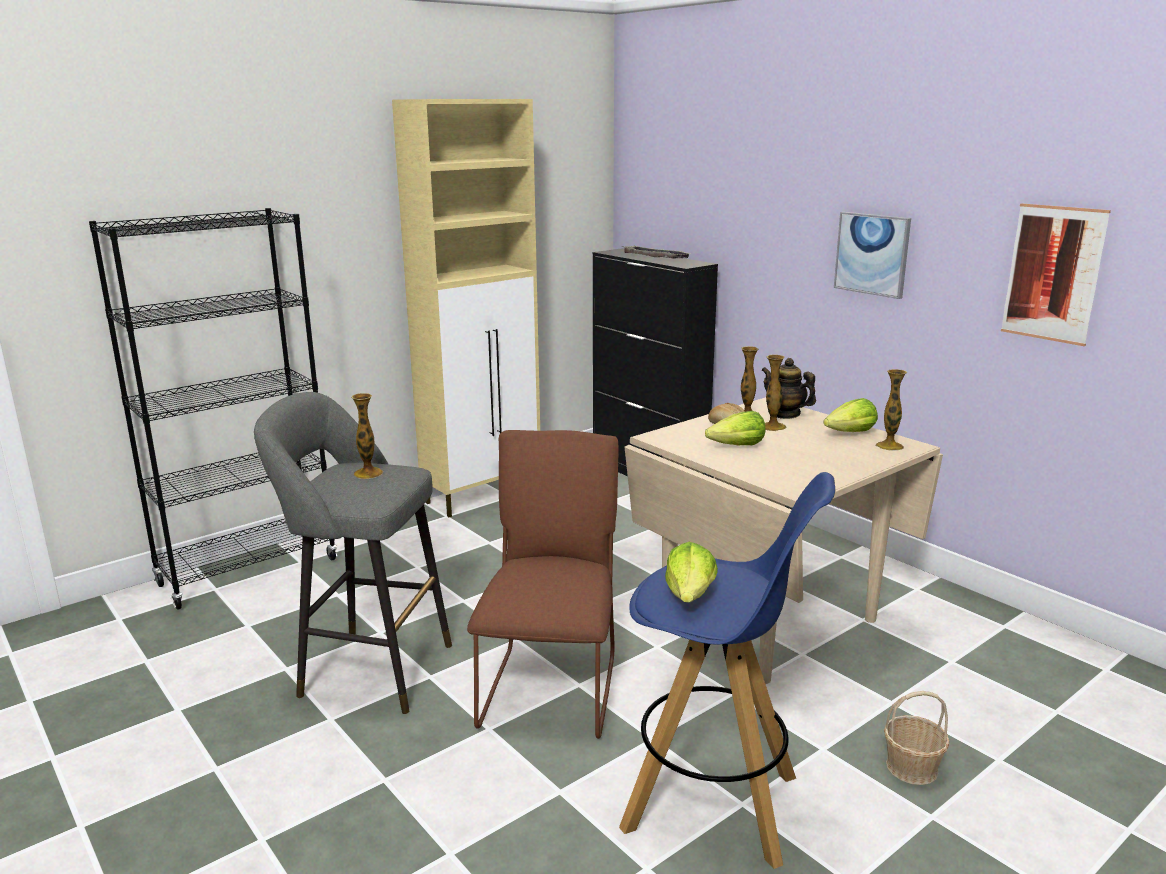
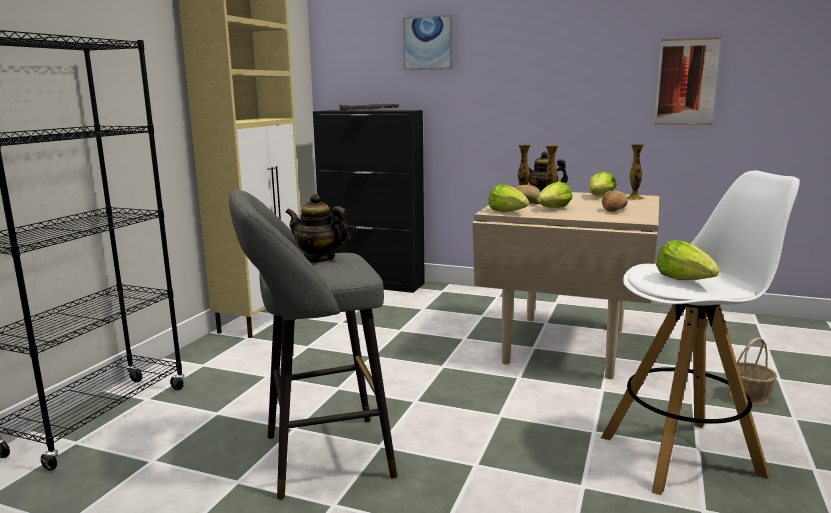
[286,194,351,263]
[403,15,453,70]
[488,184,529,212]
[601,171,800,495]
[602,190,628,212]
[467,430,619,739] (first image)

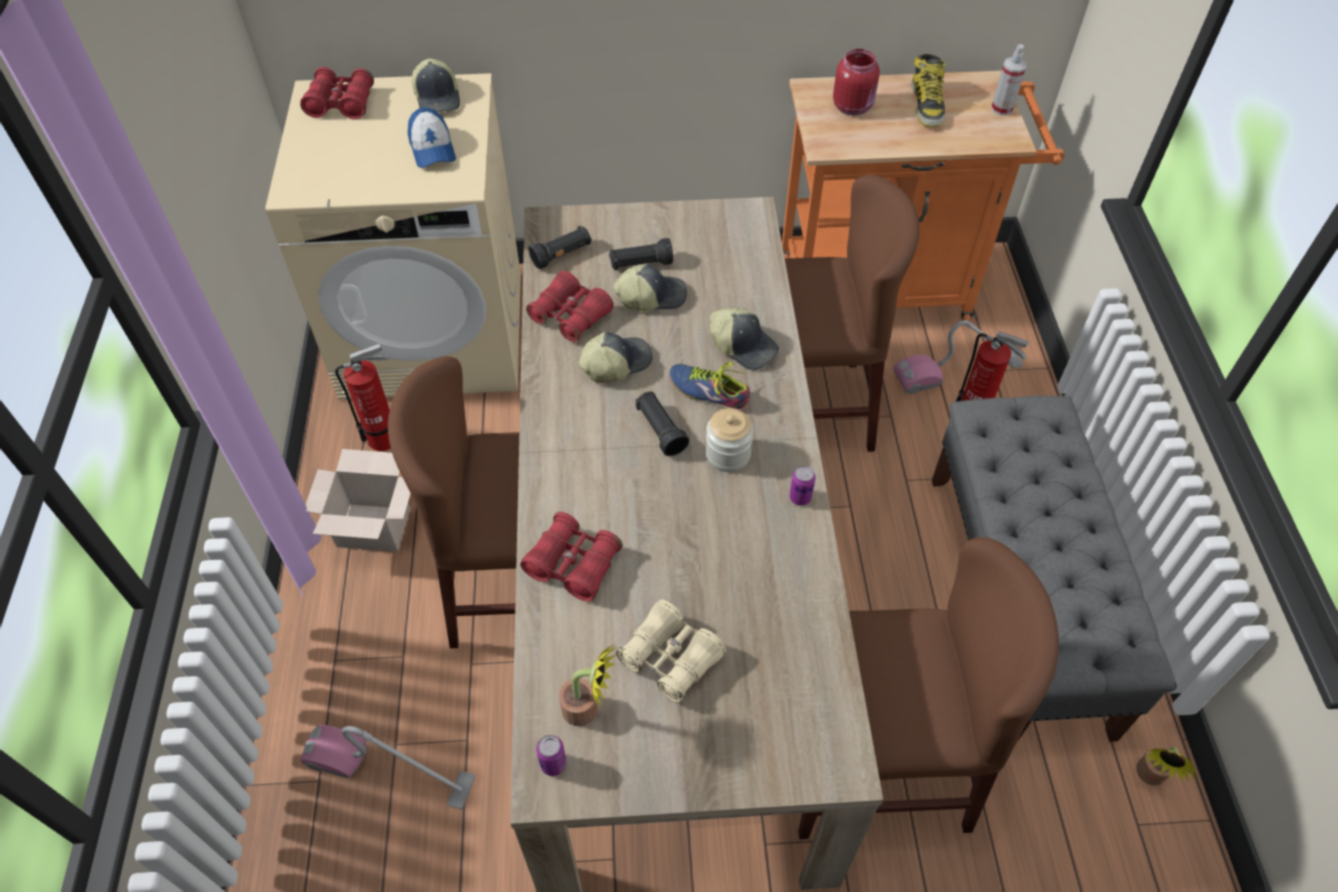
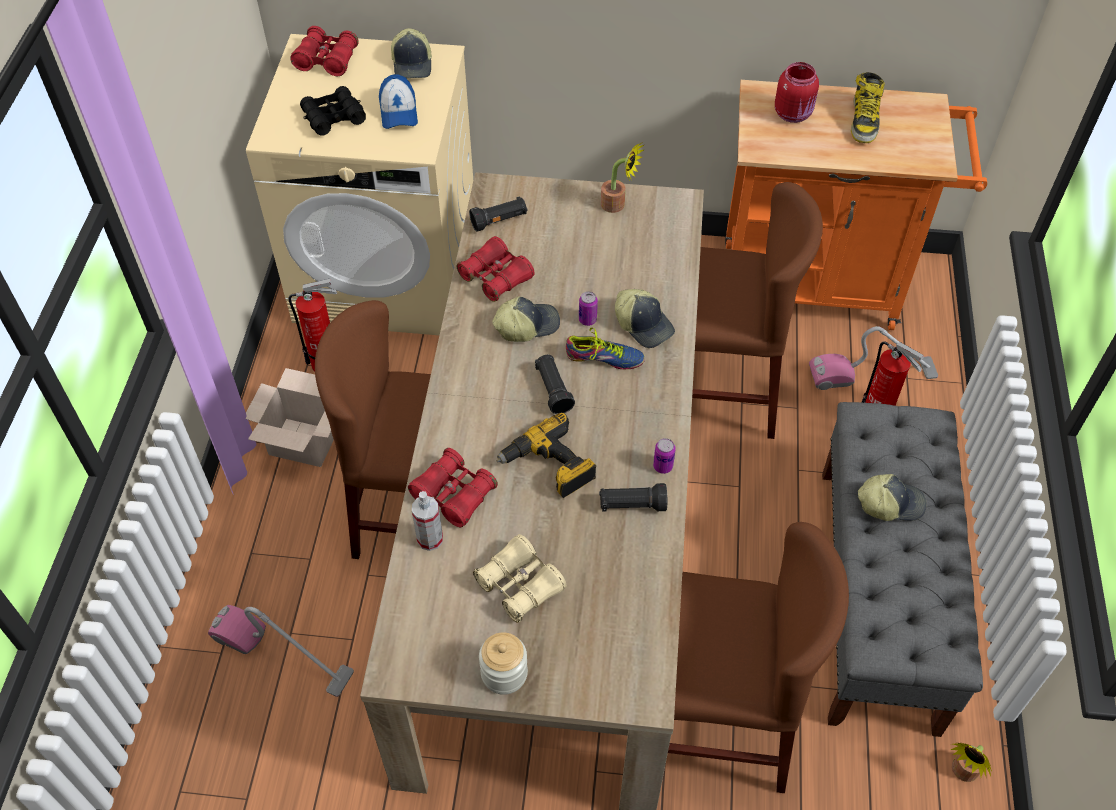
[300,86,366,136]
[412,491,443,551]
[479,632,528,695]
[497,413,596,498]
[566,328,645,369]
[579,291,598,326]
[599,483,667,512]
[601,142,644,213]
[858,474,927,521]

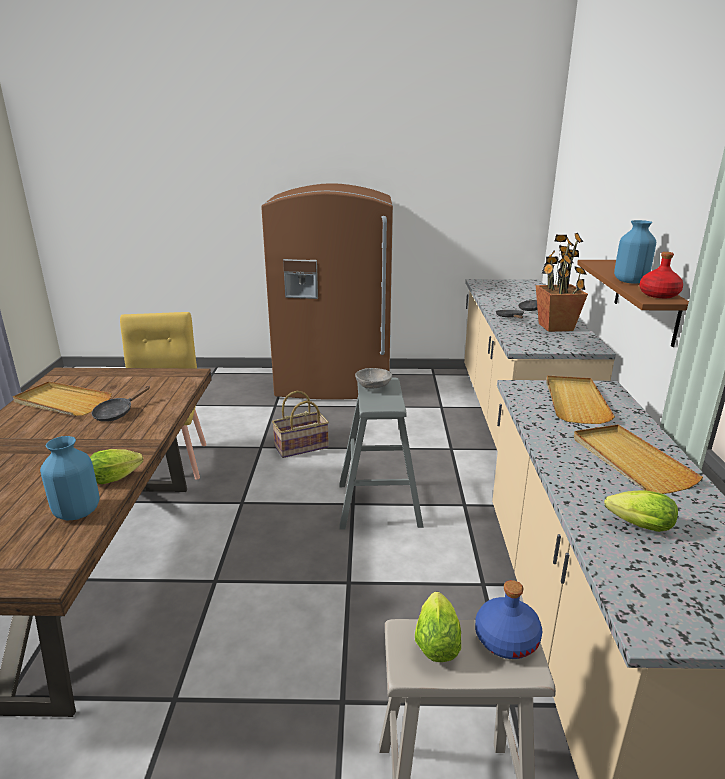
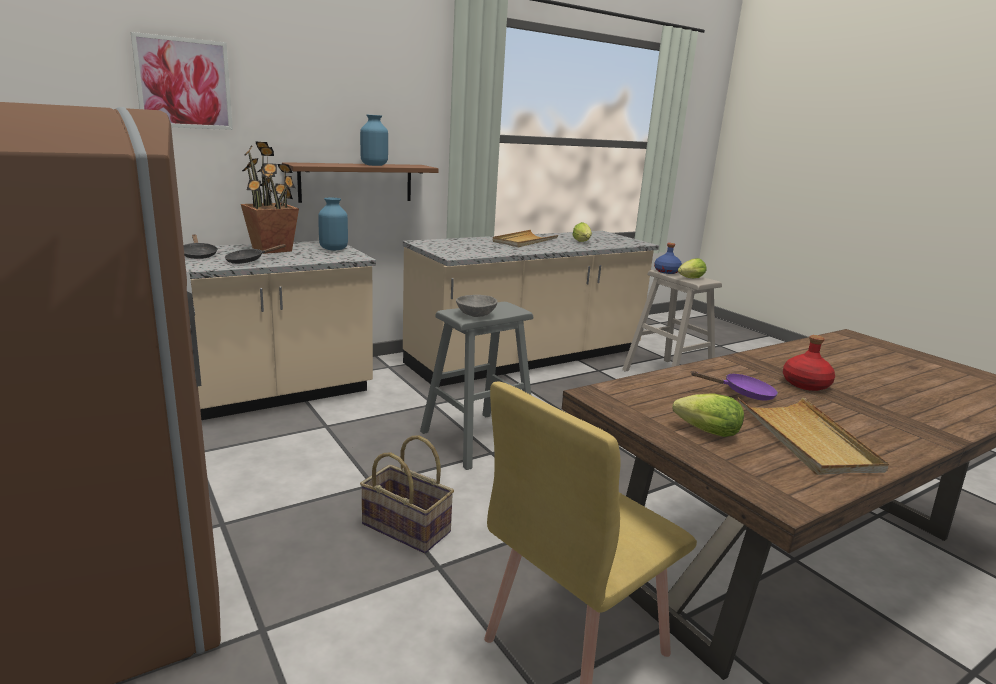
[131,32,233,130]
[318,198,348,250]
[673,393,744,437]
[691,371,778,401]
[783,335,835,391]
[546,376,615,424] (first image)

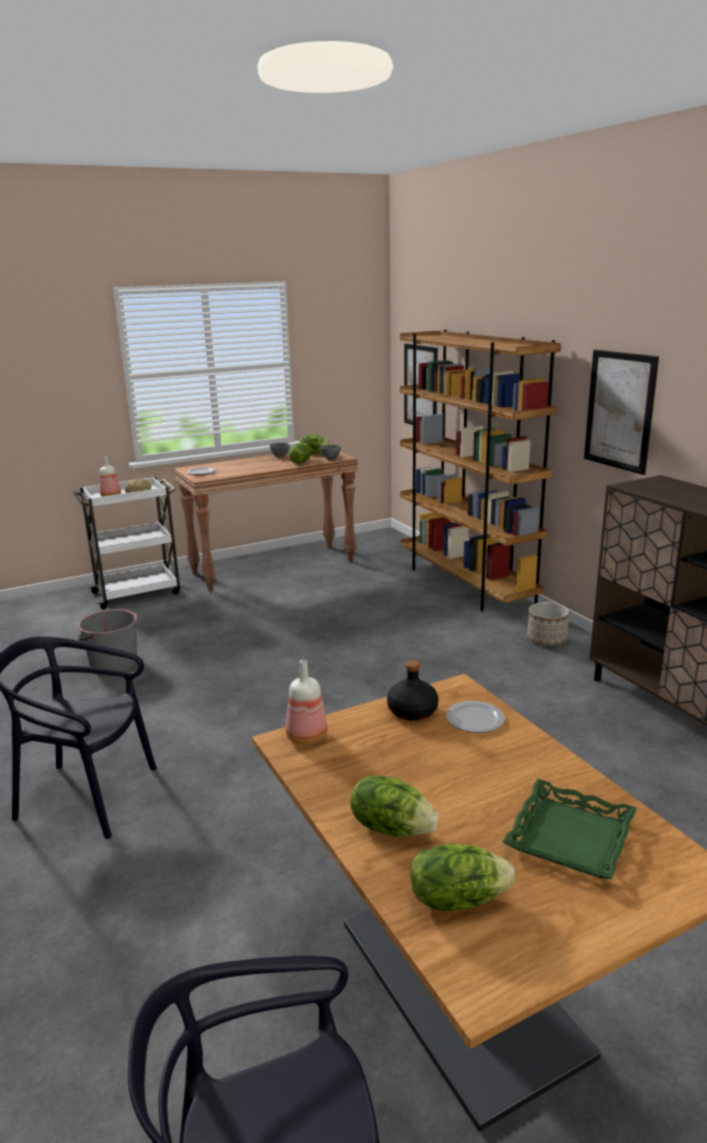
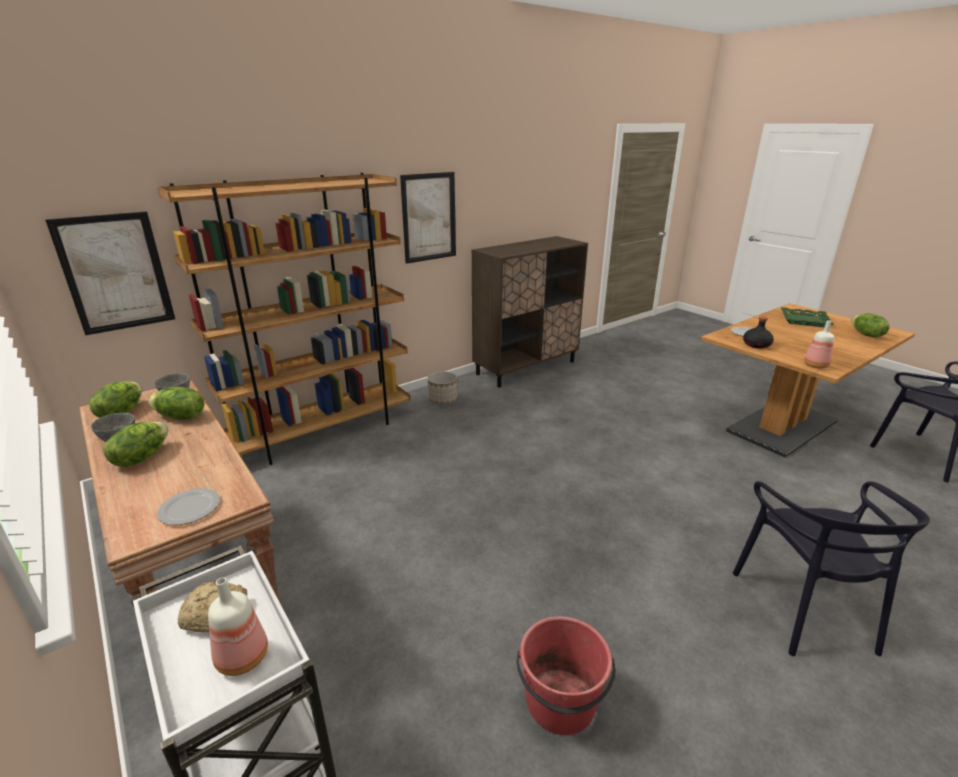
[103,421,169,467]
[516,616,616,735]

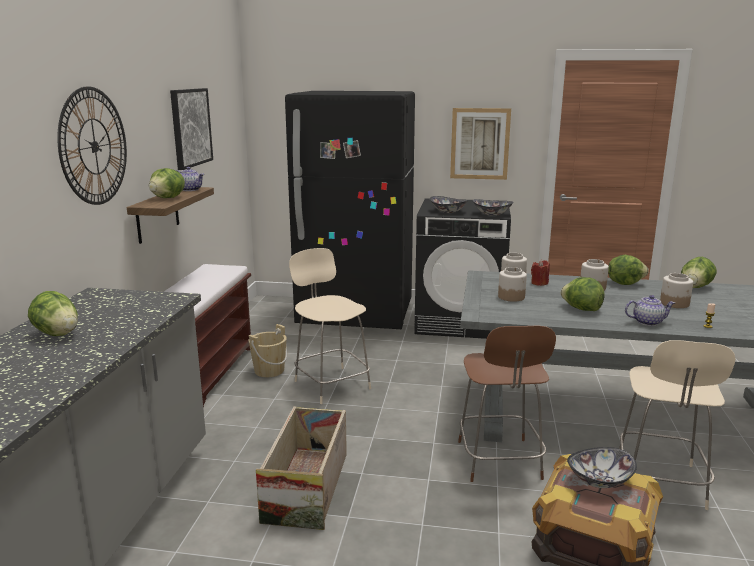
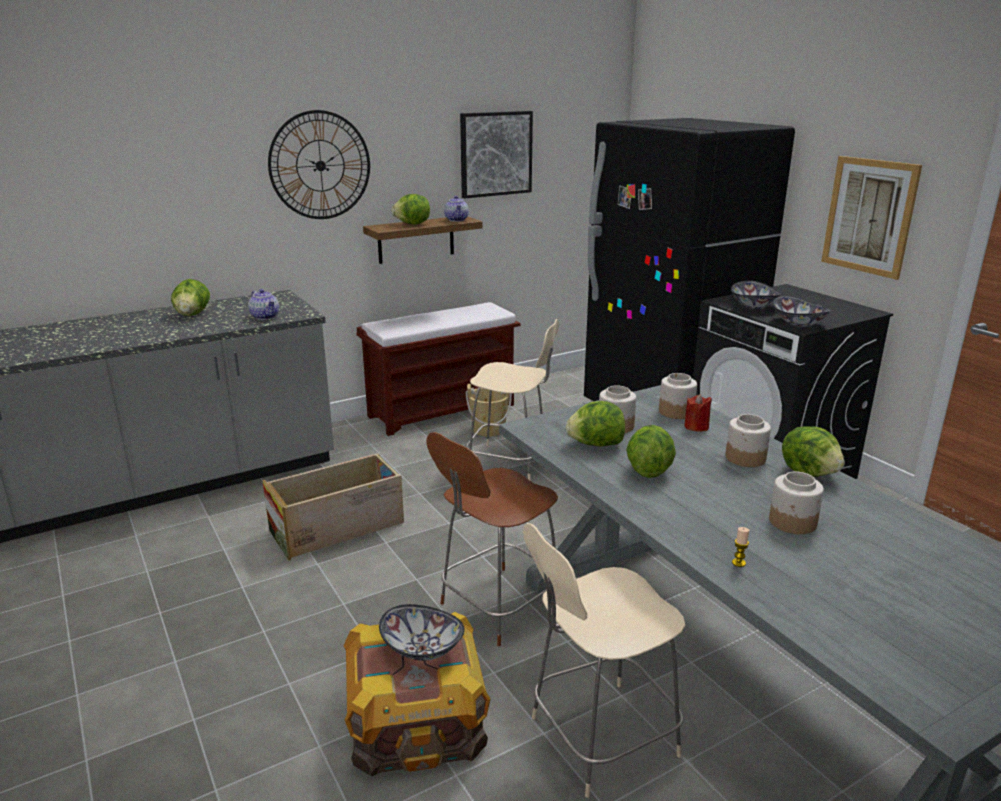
[248,289,279,320]
[466,319,559,481]
[566,401,625,446]

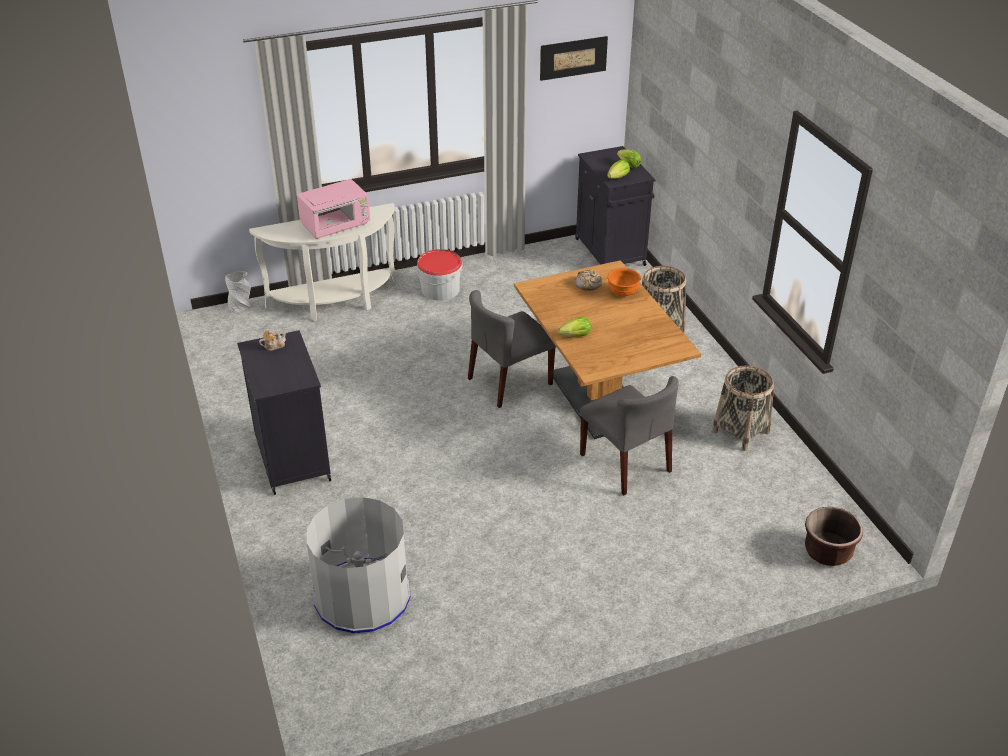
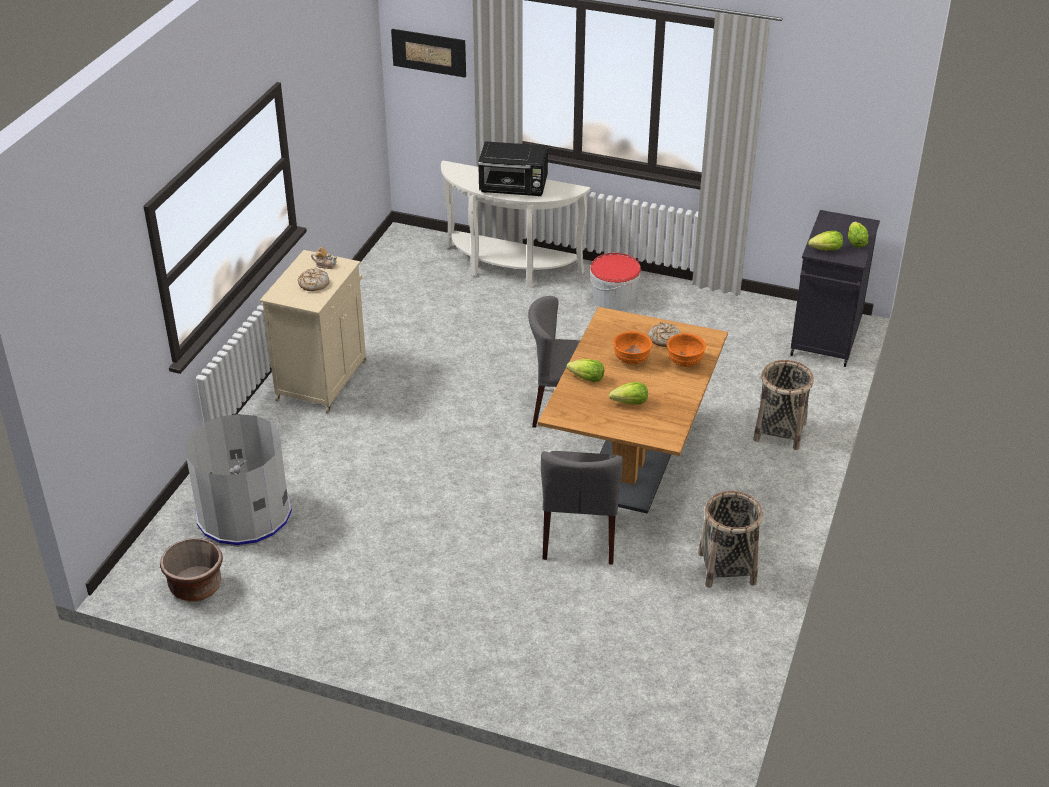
[160,538,223,601]
[260,250,367,414]
[298,268,329,291]
[391,29,466,78]
[478,141,548,196]
[609,382,648,404]
[613,331,652,364]
[225,271,251,313] (first image)

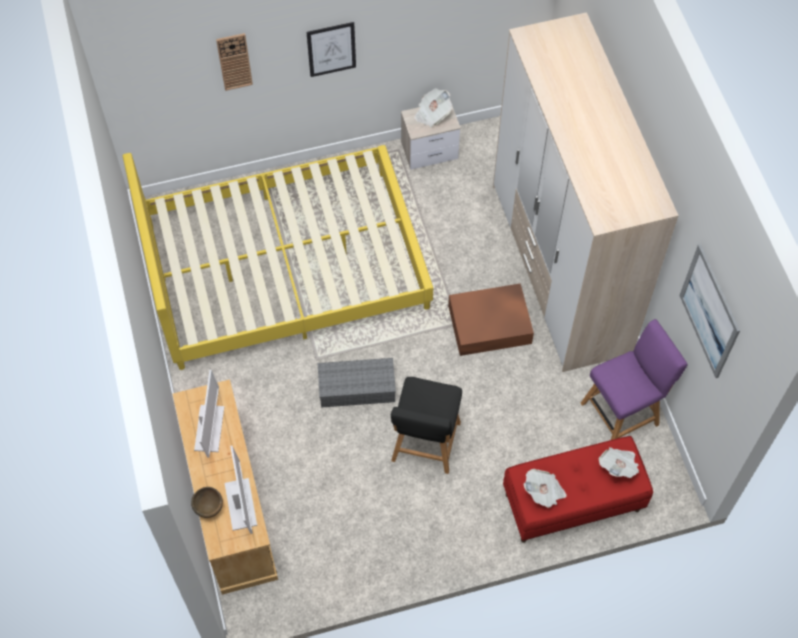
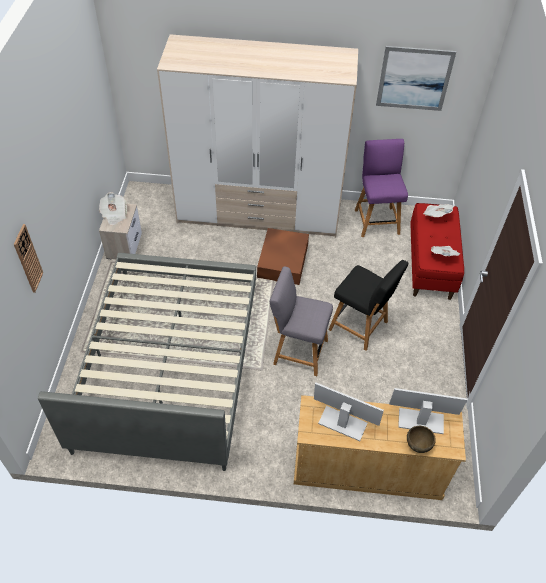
[38,253,256,471]
[270,266,333,376]
[307,22,356,77] (first image)

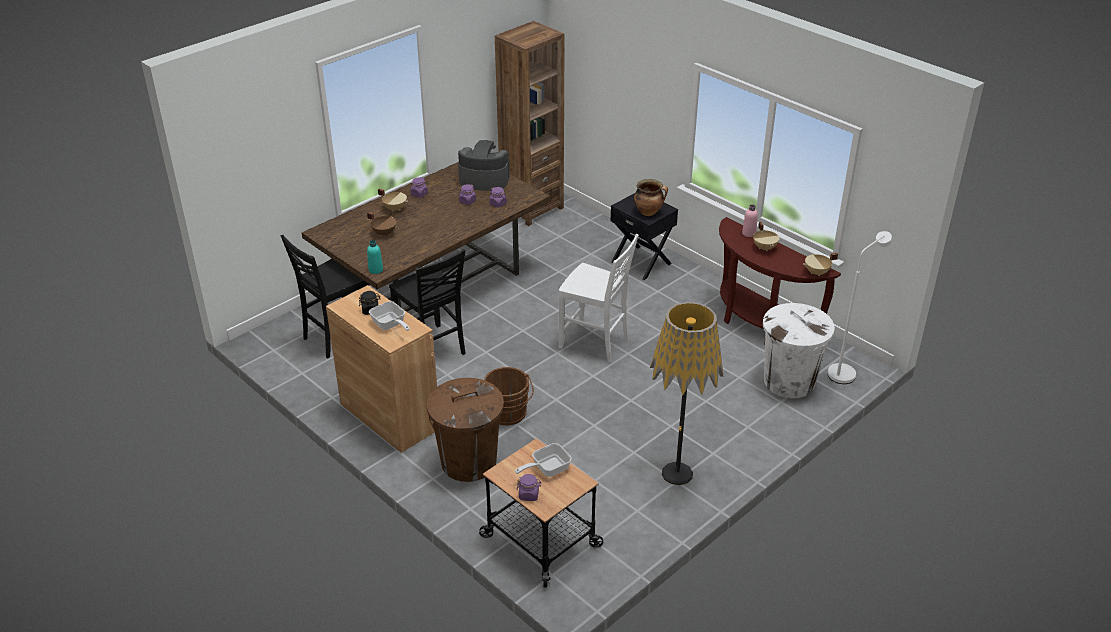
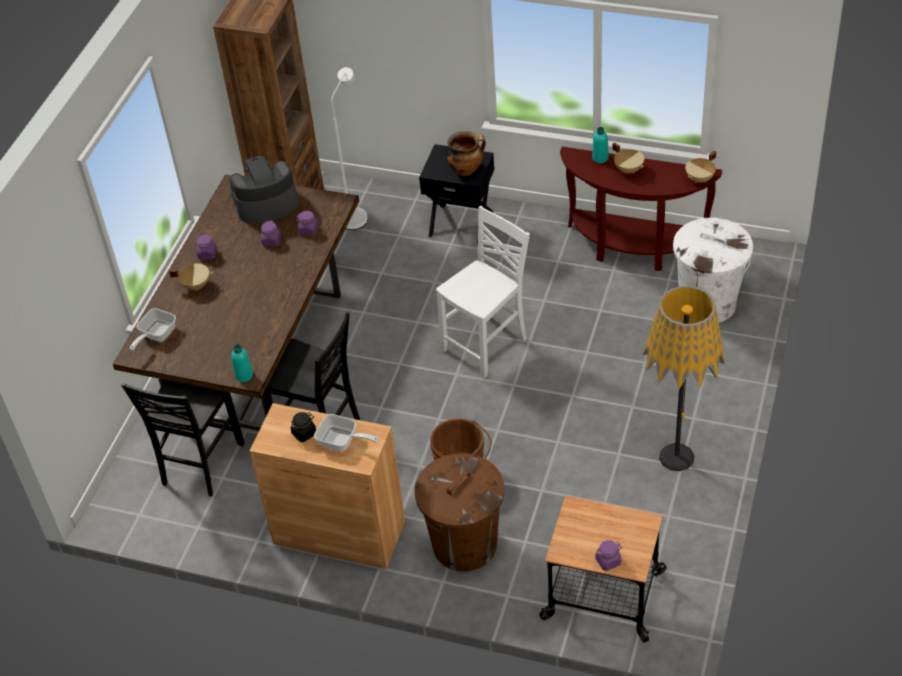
[130,308,176,351]
[331,67,368,230]
[436,206,530,378]
[592,127,609,163]
[367,212,397,236] (first image)

